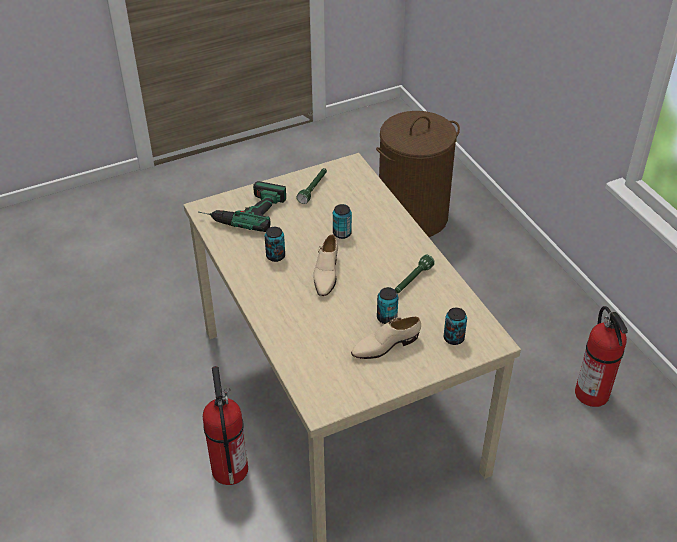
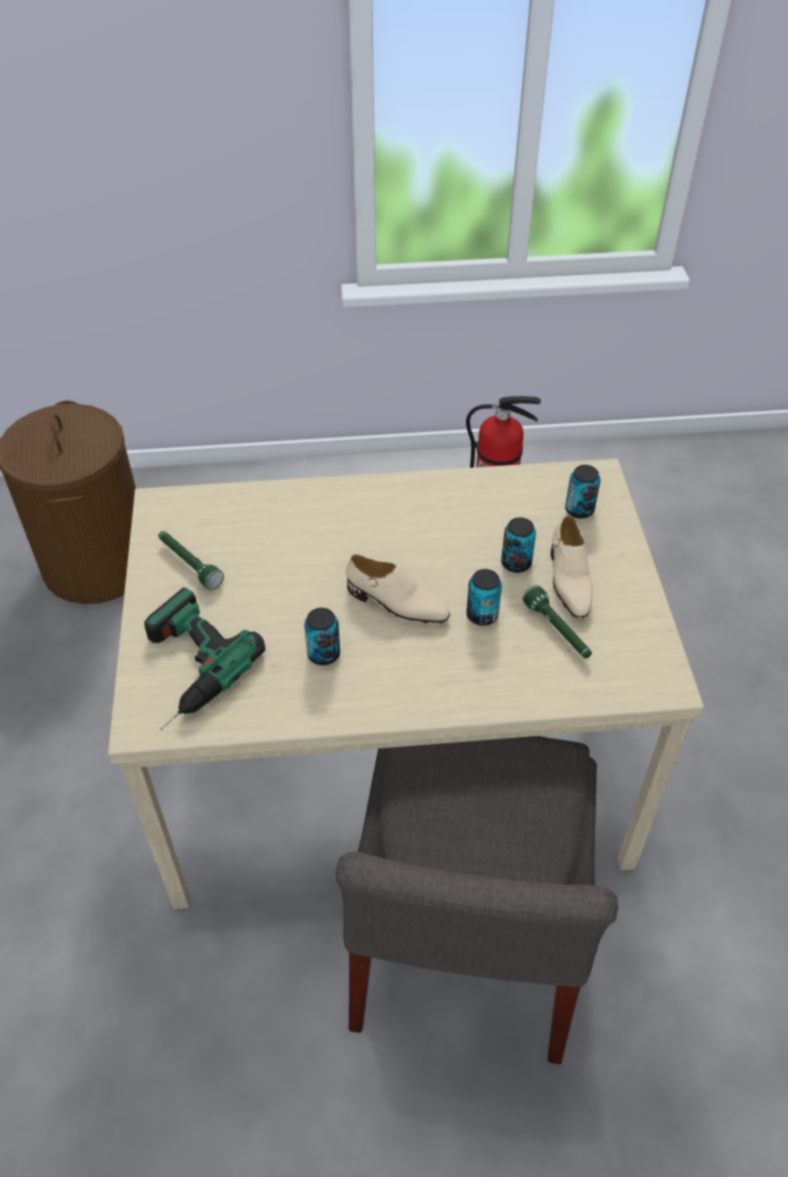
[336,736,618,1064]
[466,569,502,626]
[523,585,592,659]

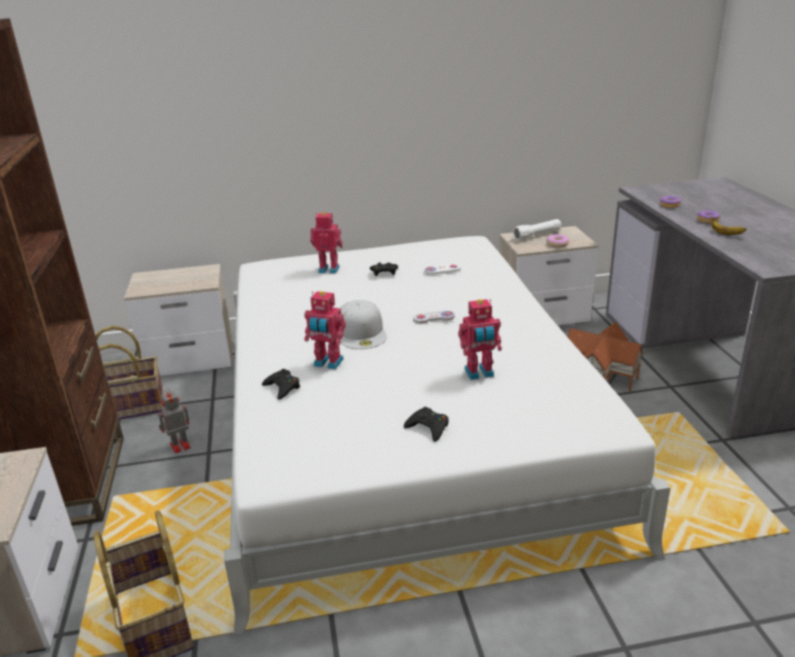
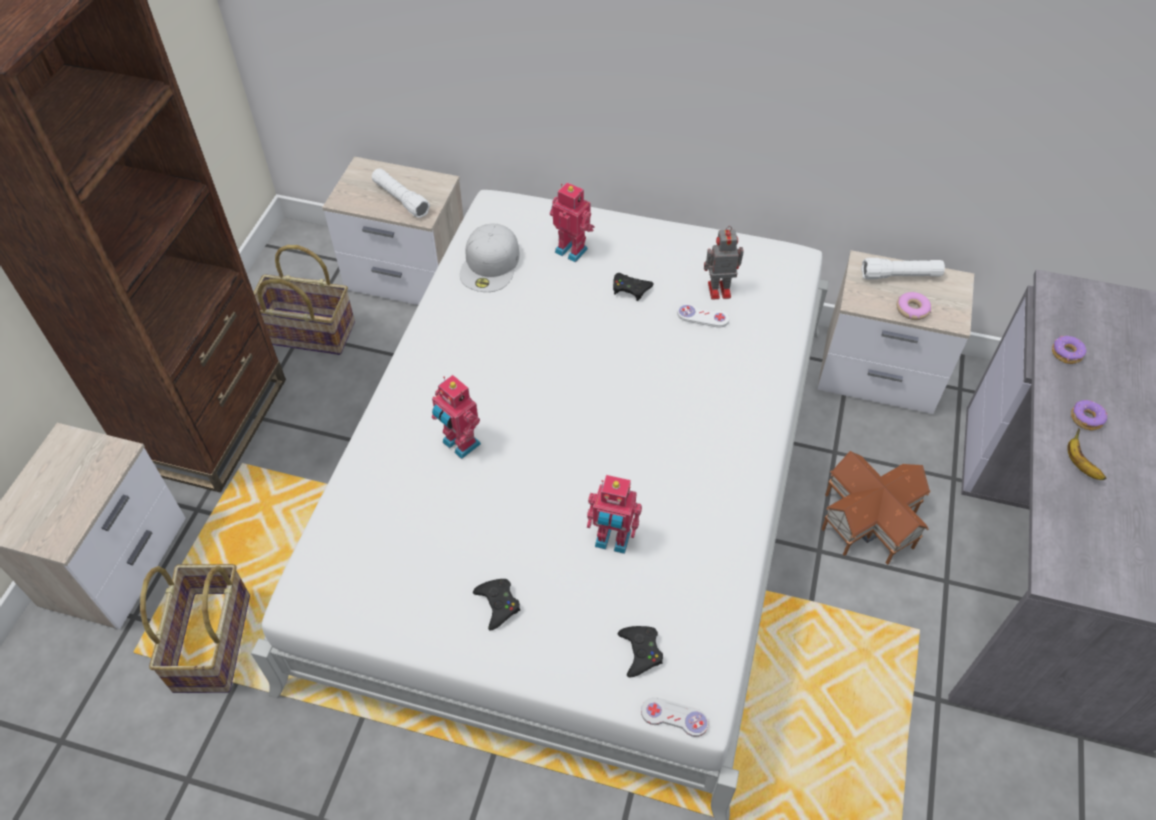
[372,168,430,218]
[460,224,520,292]
[618,626,663,677]
[641,697,709,737]
[704,226,743,300]

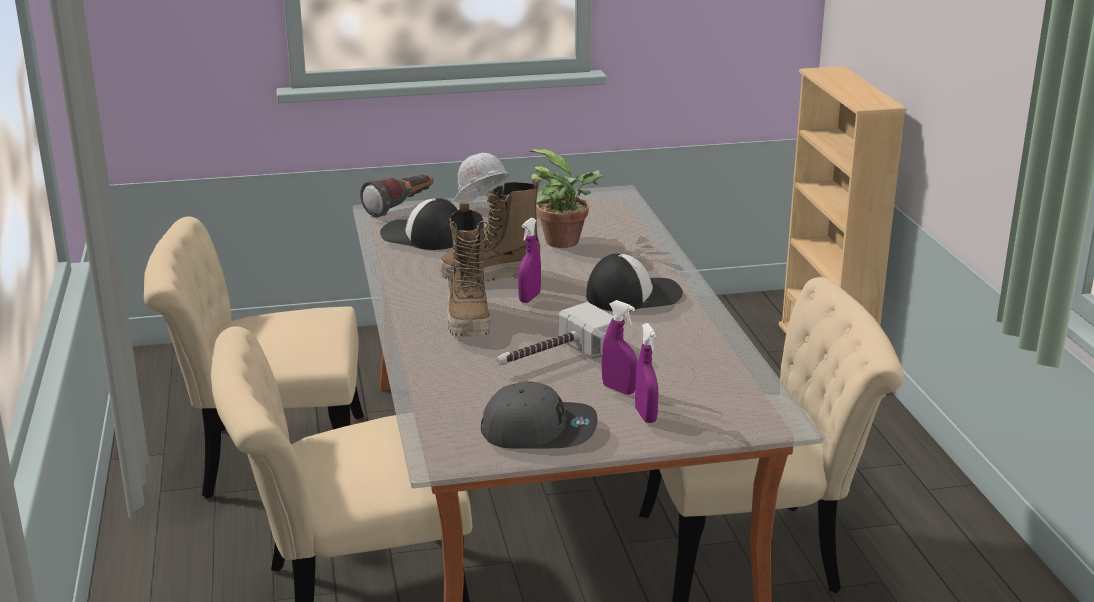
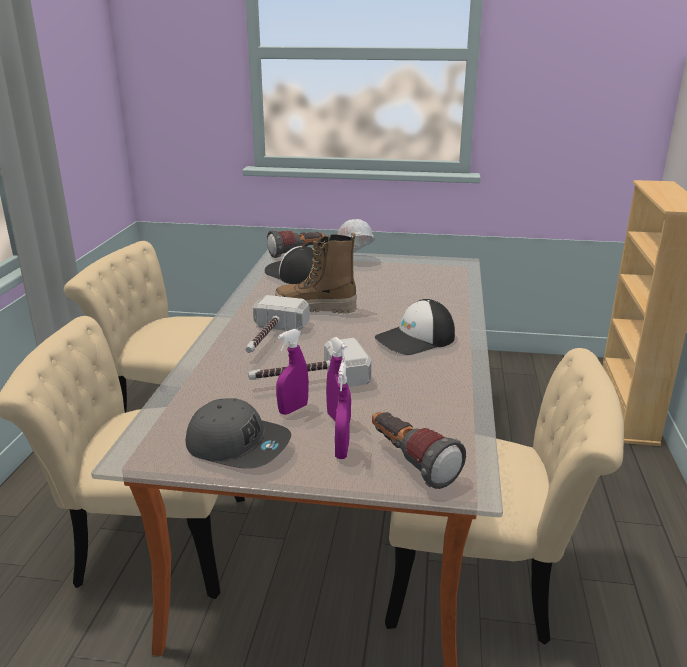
[246,295,310,353]
[276,329,309,415]
[372,412,466,489]
[375,299,455,355]
[529,149,603,248] (first image)

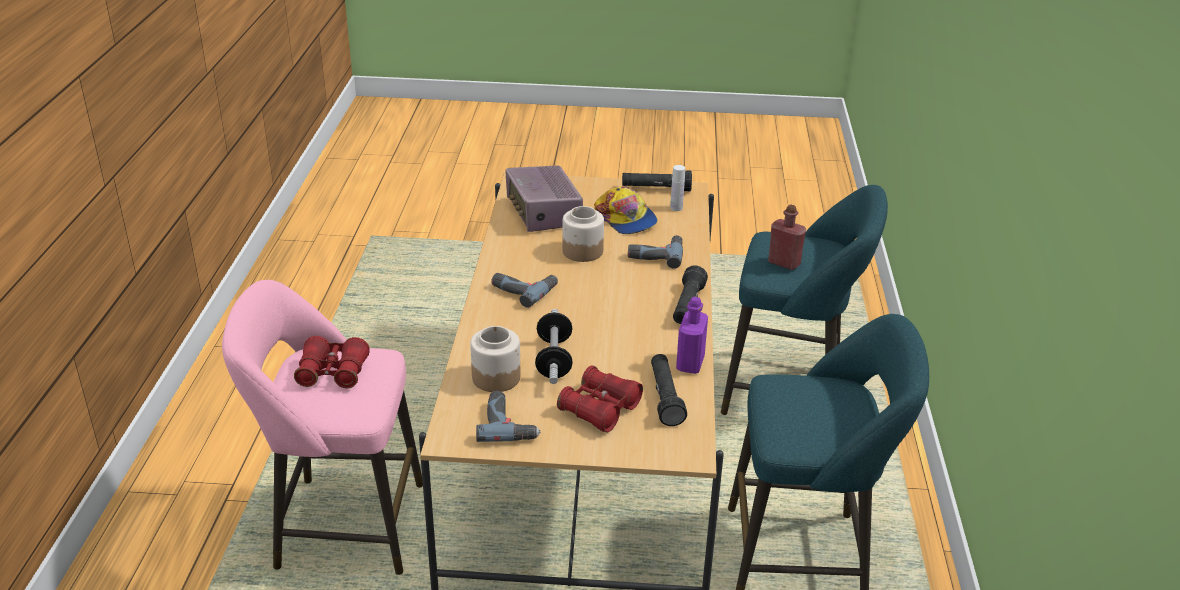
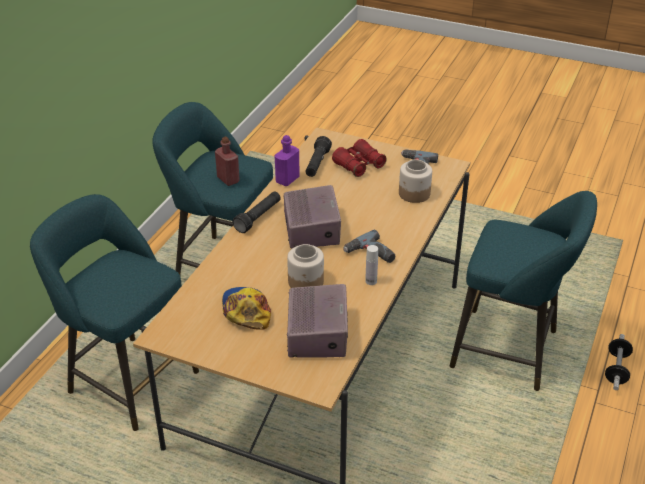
[215,137,240,186]
[283,185,341,248]
[365,245,378,285]
[450,191,597,391]
[605,334,633,390]
[294,336,370,388] (first image)
[622,170,692,191] (first image)
[628,235,683,269] (first image)

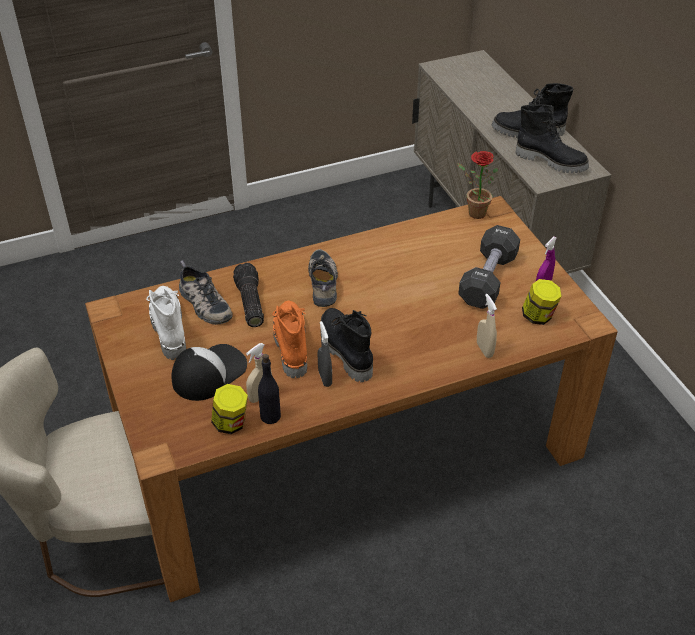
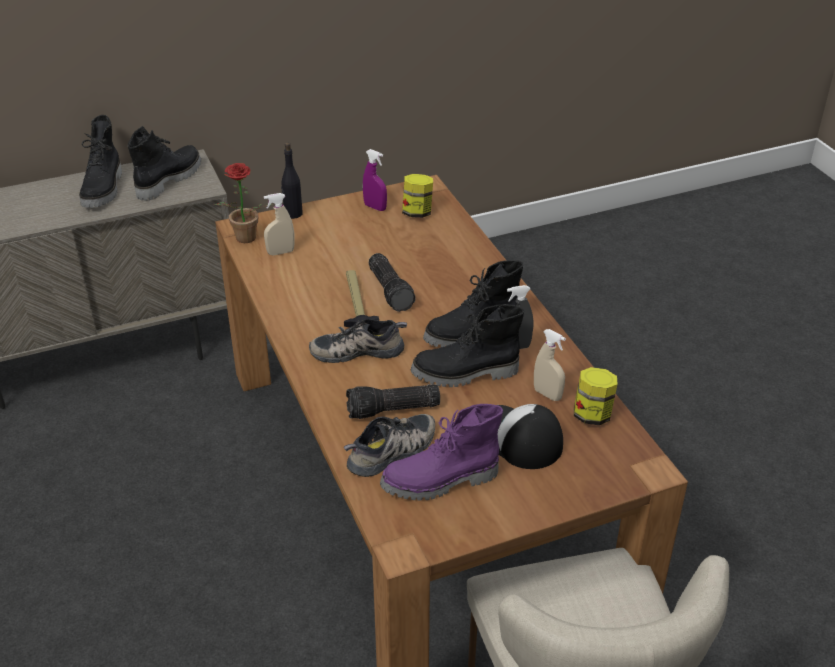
[264,193,295,256]
[281,143,303,219]
[344,270,379,327]
[369,253,416,312]
[380,404,503,501]
[410,304,524,387]
[458,225,520,309] (first image)

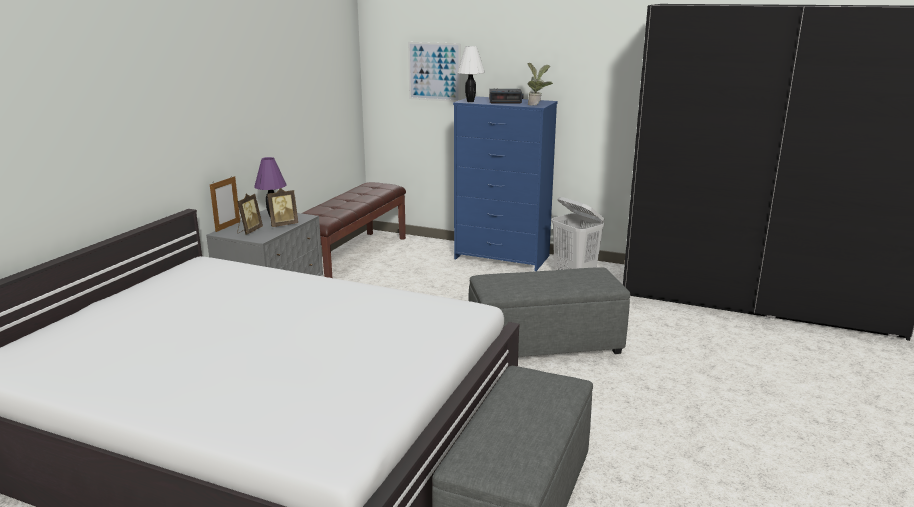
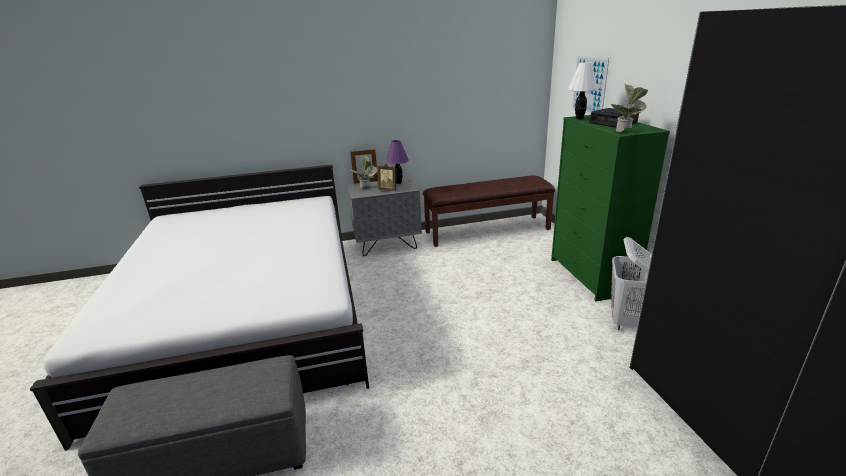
[350,155,377,189]
[551,115,670,302]
[468,267,630,357] (first image)

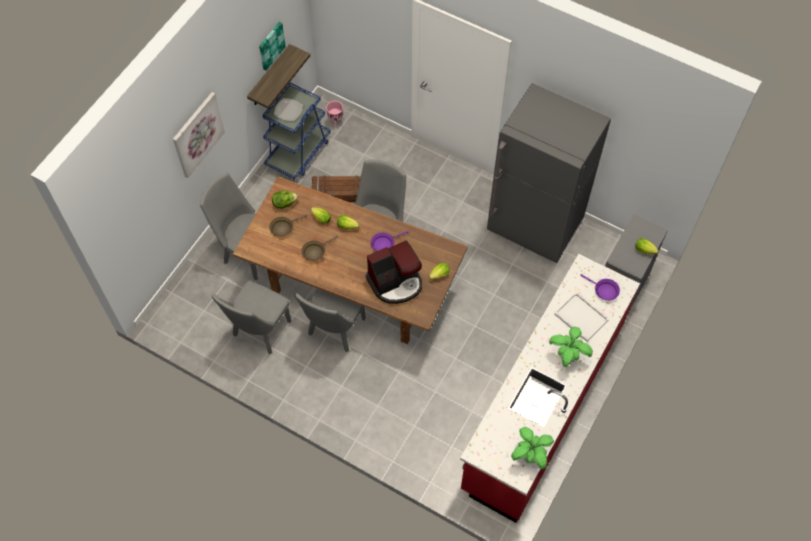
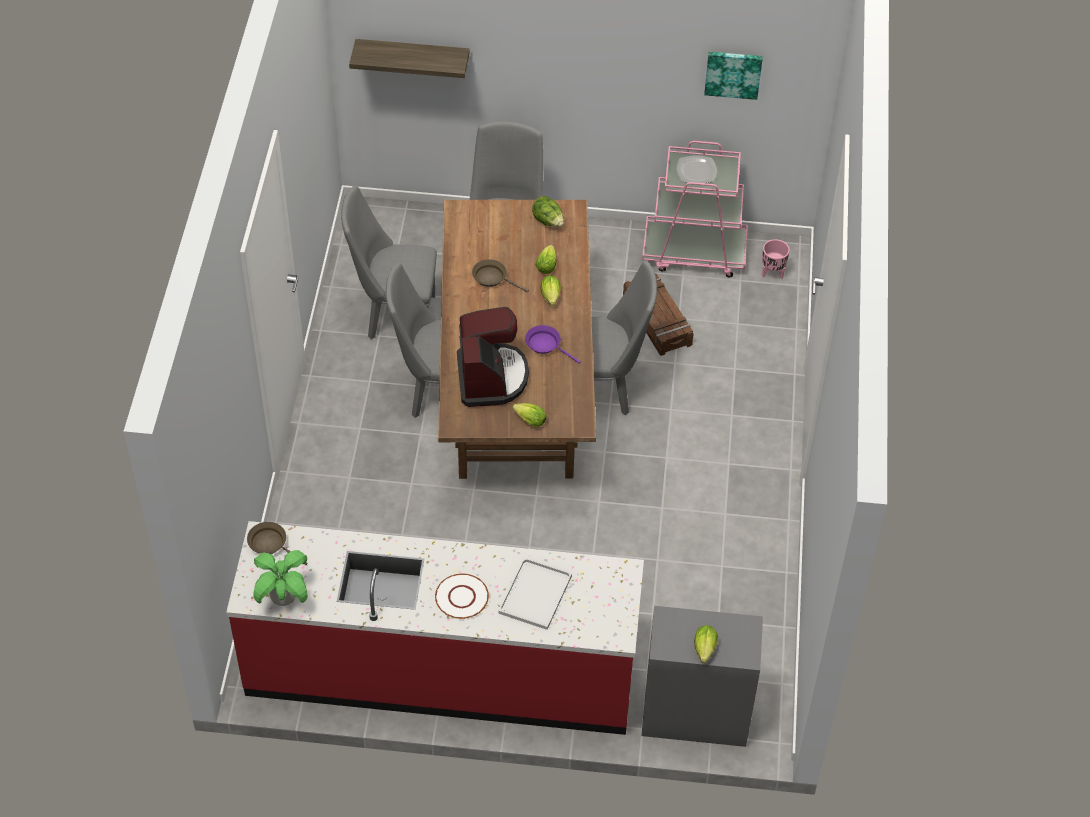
[247,522,308,565]
[349,39,470,78]
[435,574,489,619]
[457,307,529,407]
[642,141,748,278]
[173,92,225,178] (first image)
[487,83,611,263] (first image)
[580,274,620,301] (first image)

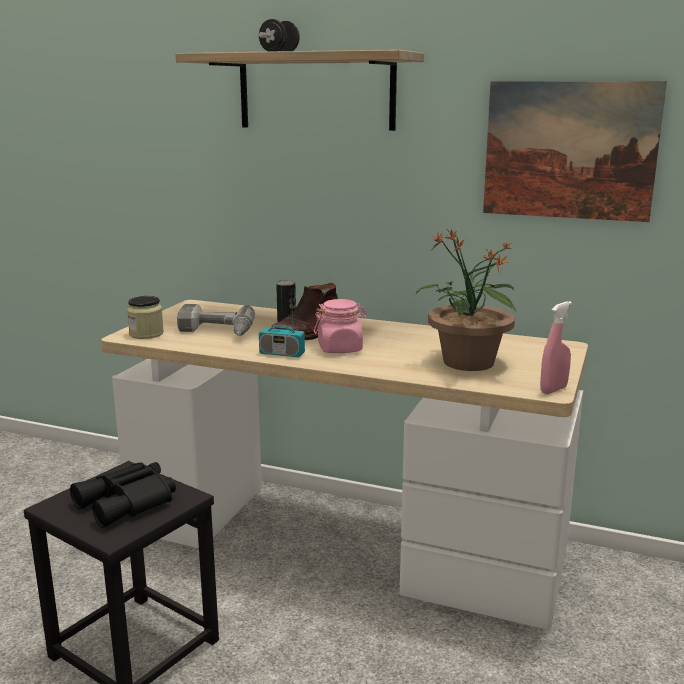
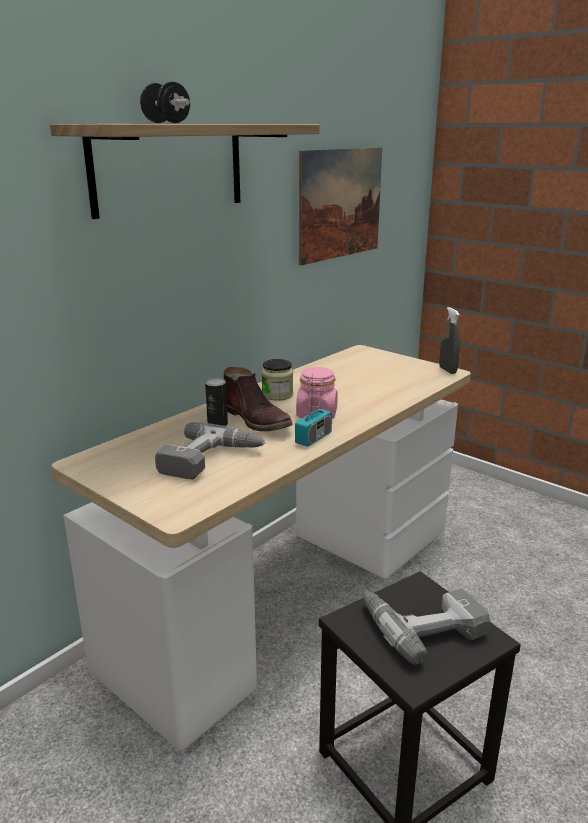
[261,359,293,400]
[363,588,490,665]
[439,307,460,374]
[416,228,516,371] (first image)

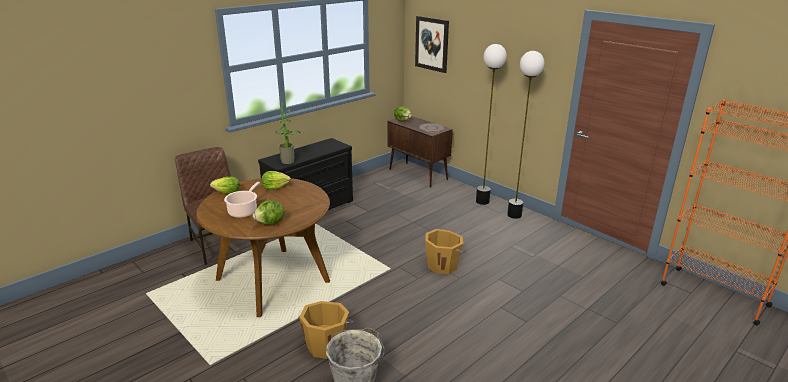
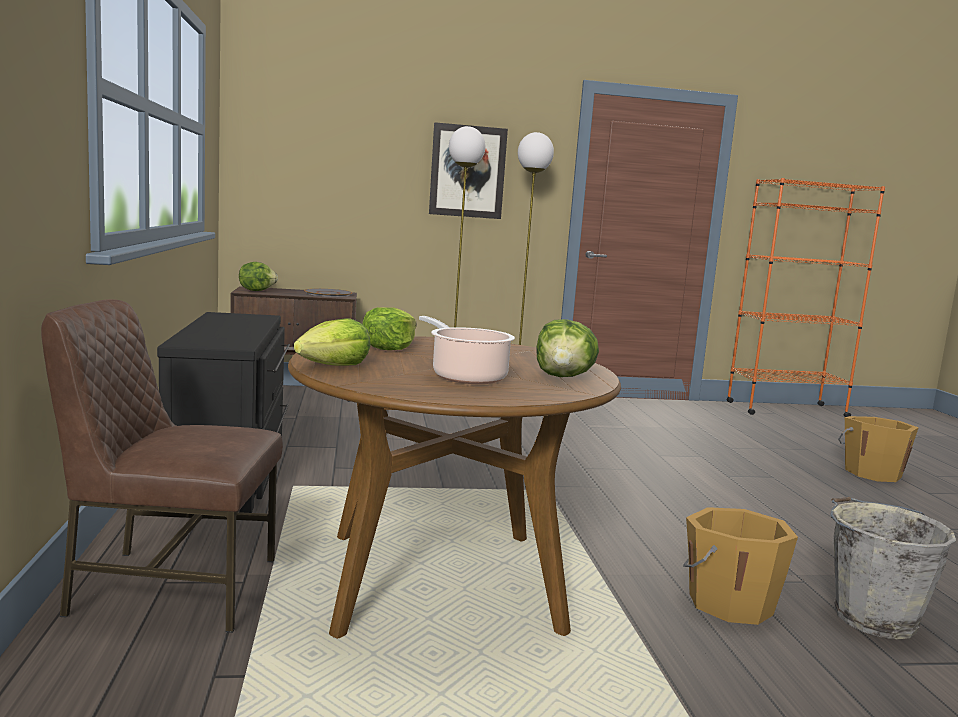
[429,122,508,219]
[838,416,919,482]
[276,103,300,164] (first image)

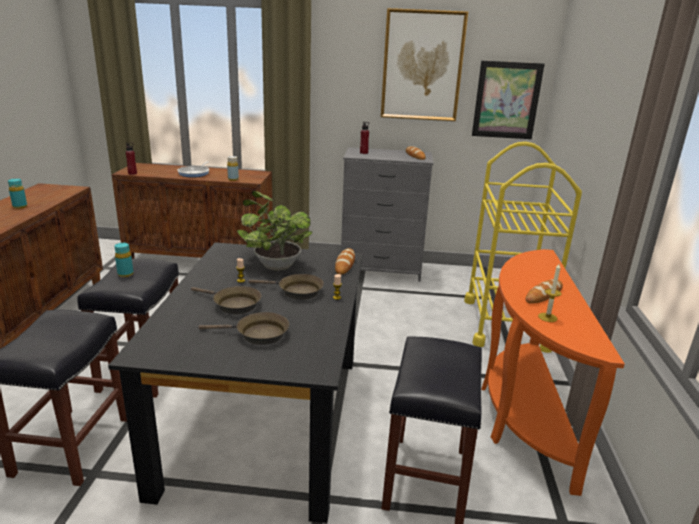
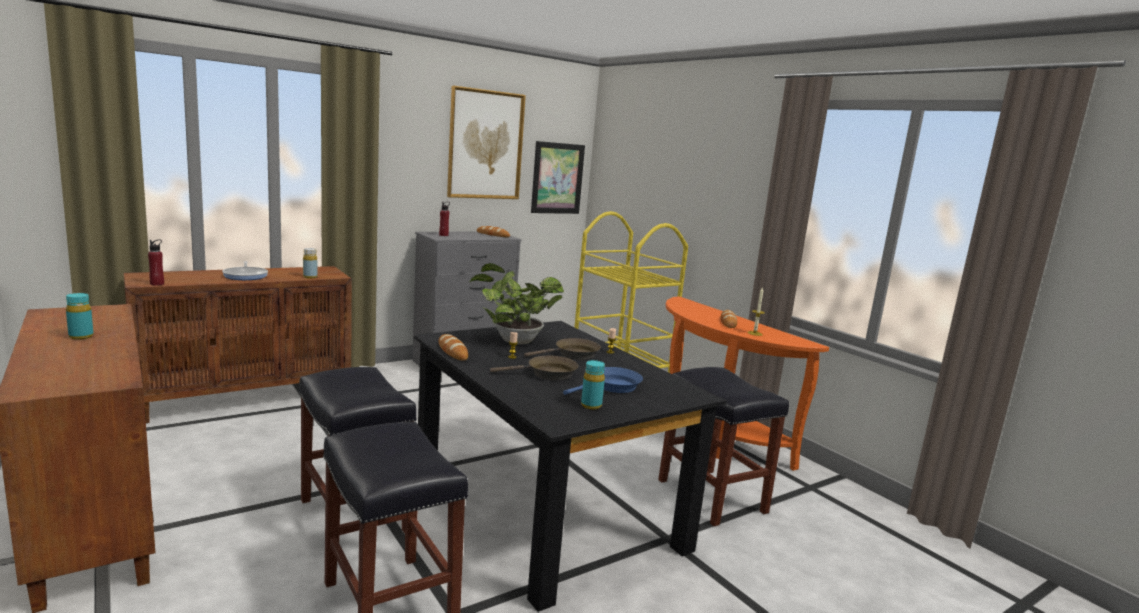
[439,334,468,361]
[563,367,643,395]
[581,360,605,409]

